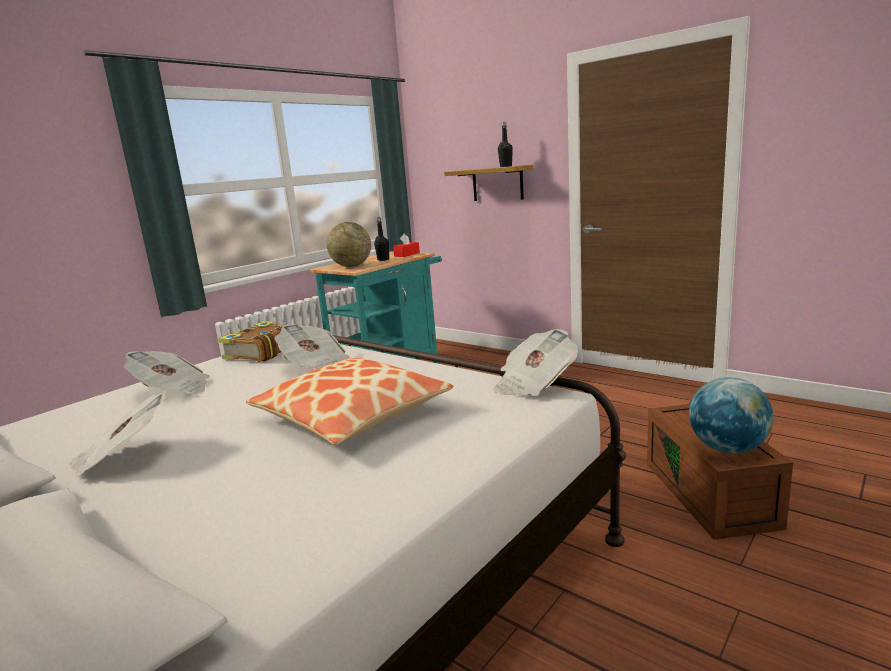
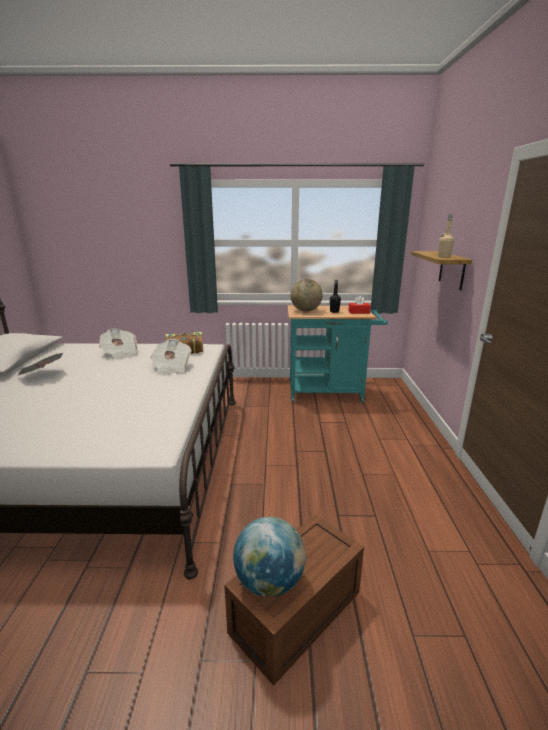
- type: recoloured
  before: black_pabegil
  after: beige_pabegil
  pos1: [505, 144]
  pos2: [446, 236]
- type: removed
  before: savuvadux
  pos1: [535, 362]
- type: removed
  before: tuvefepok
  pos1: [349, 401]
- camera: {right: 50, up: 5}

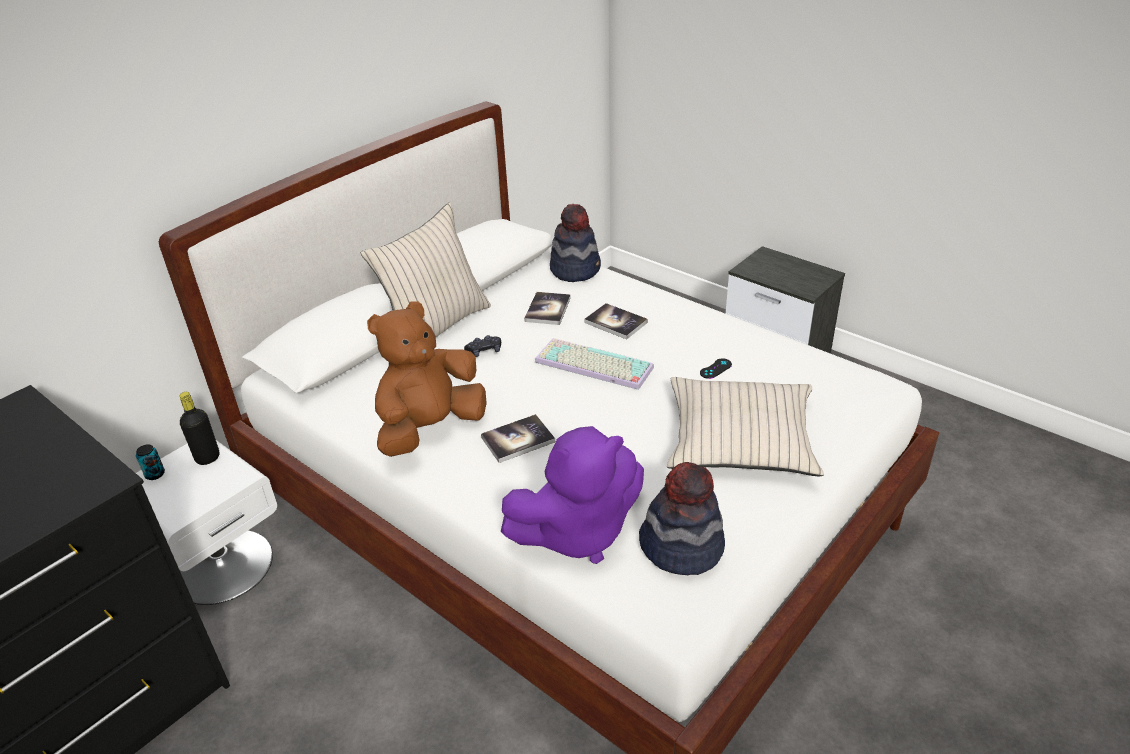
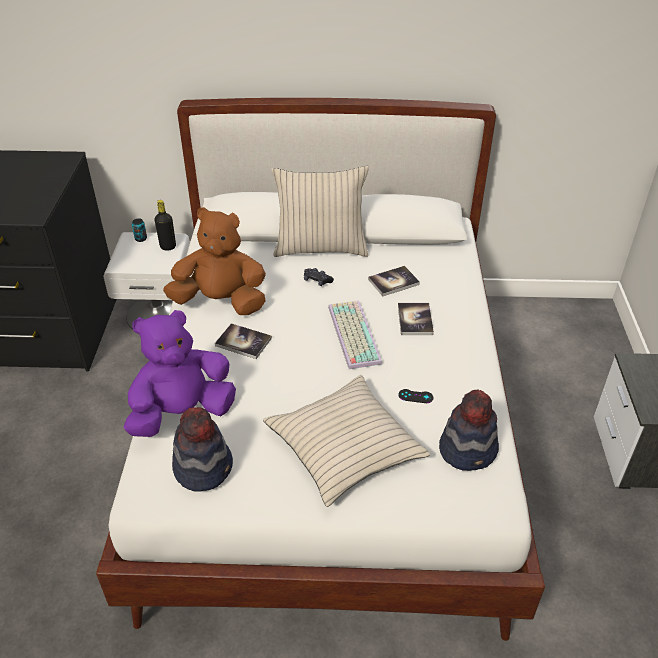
- type: moved
  before: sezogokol
  pos1: [575, 243]
  pos2: [469, 430]
- type: turned
  before: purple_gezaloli
  pos1: [572, 495]
  pos2: [179, 373]
  turn: 120
- camera: {right: 50, up: 5}

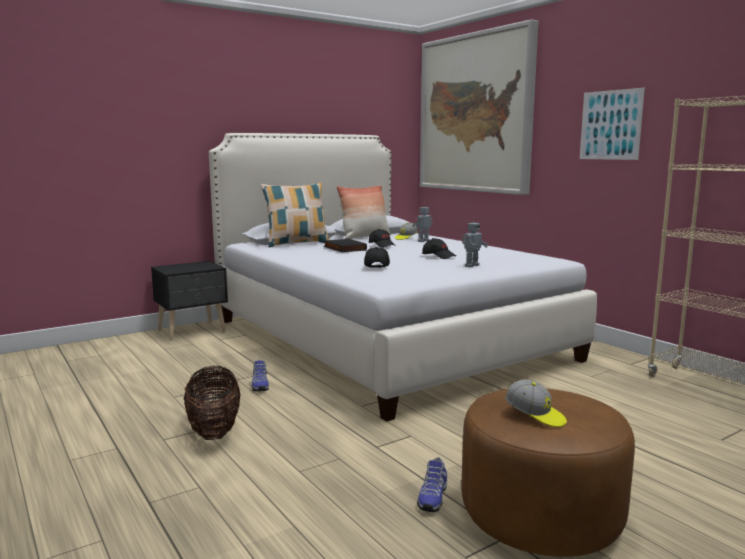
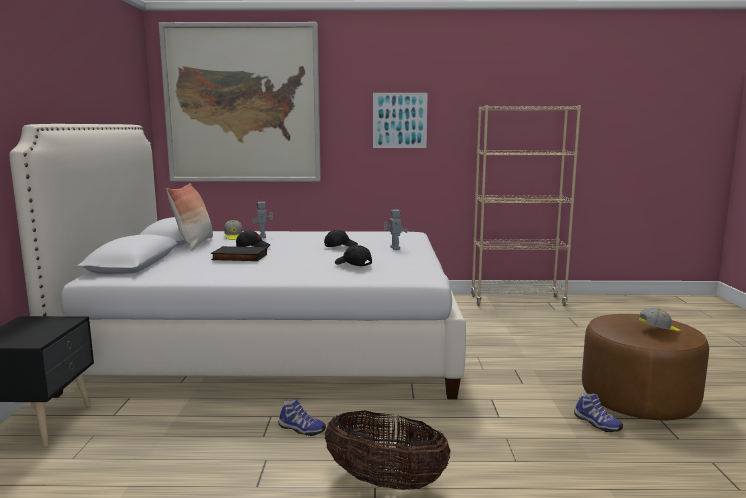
- type: removed
  before: tuvefepok
  pos1: [295, 215]
- camera: {right: -55, up: 0}

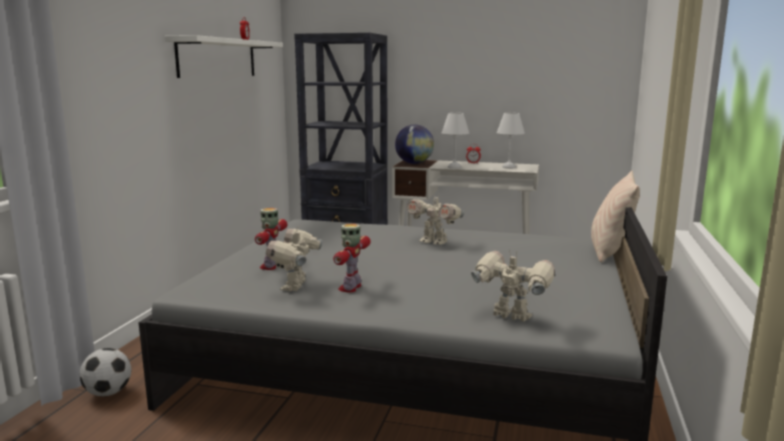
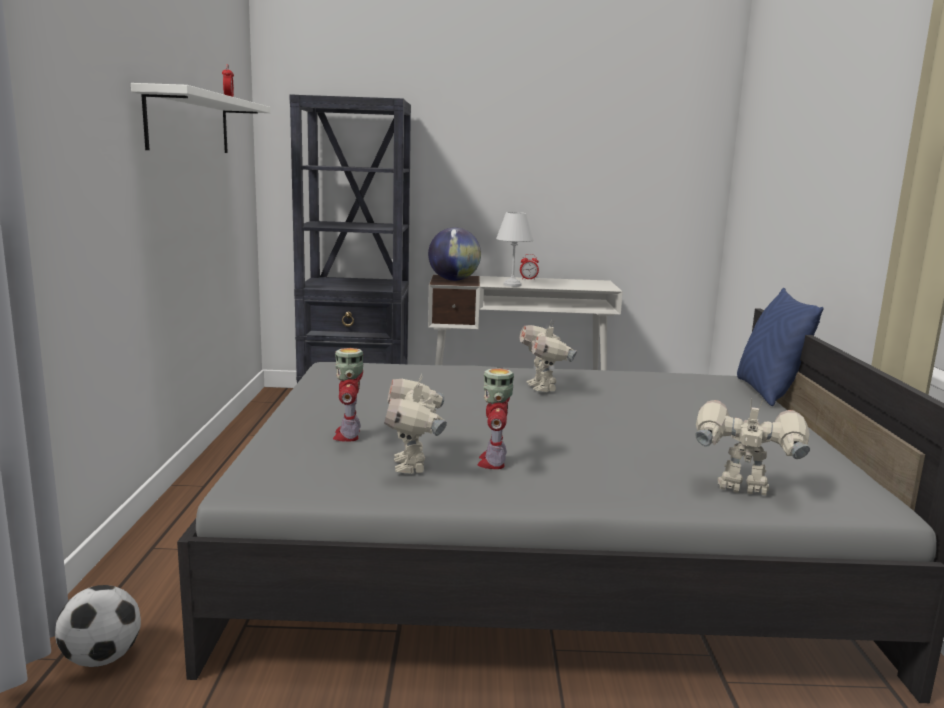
- type: removed
  before: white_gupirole
  pos1: [511, 141]
- type: recoloured
  before: beige_tuvefepok
  after: blue_tuvefepok
  pos1: [615, 217]
  pos2: [780, 347]
- type: turned
  before: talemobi
  pos1: [435, 218]
  pos2: [548, 356]
  turn: 60
- camera: {right: -15, up: 0}

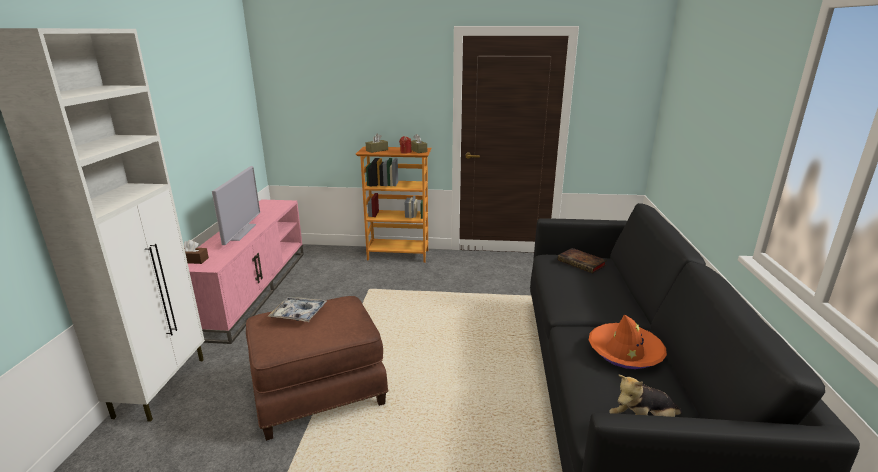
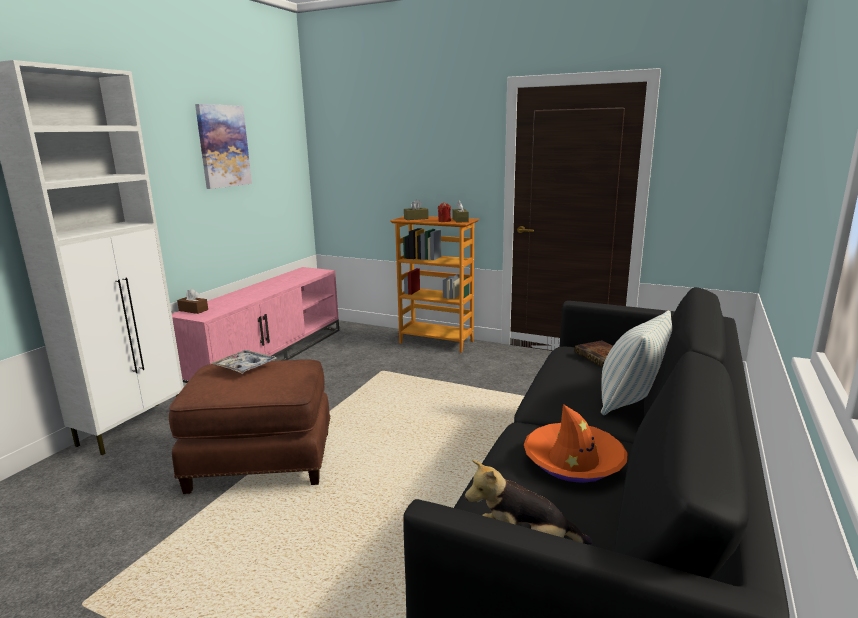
- type: removed
  before: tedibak
  pos1: [236, 205]
- type: added
  after: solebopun
  pos2: [223, 146]
- type: added
  after: tuvefepok
  pos2: [636, 362]
- camera: {right: 20, up: -5}

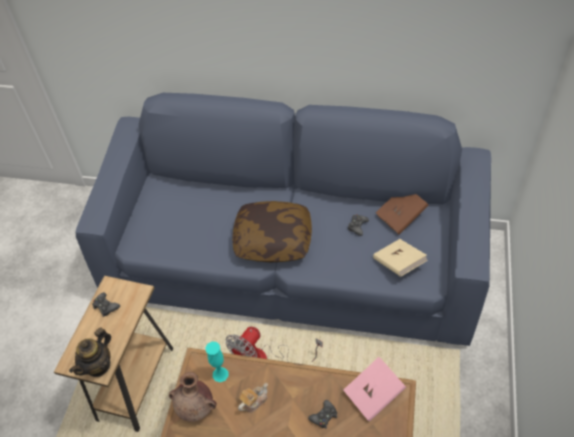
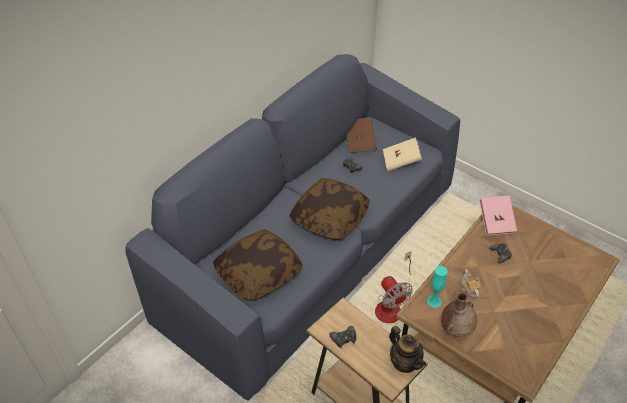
- type: added
  after: tuvefepok
  pos2: [257, 265]
- camera: {right: -65, up: -5}

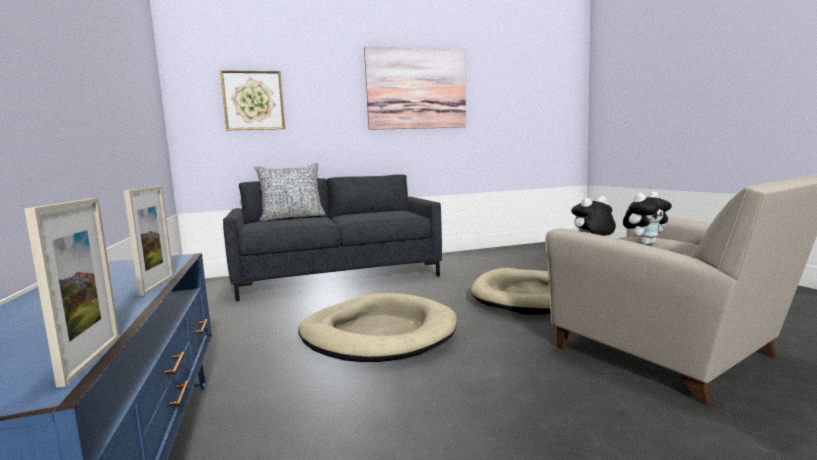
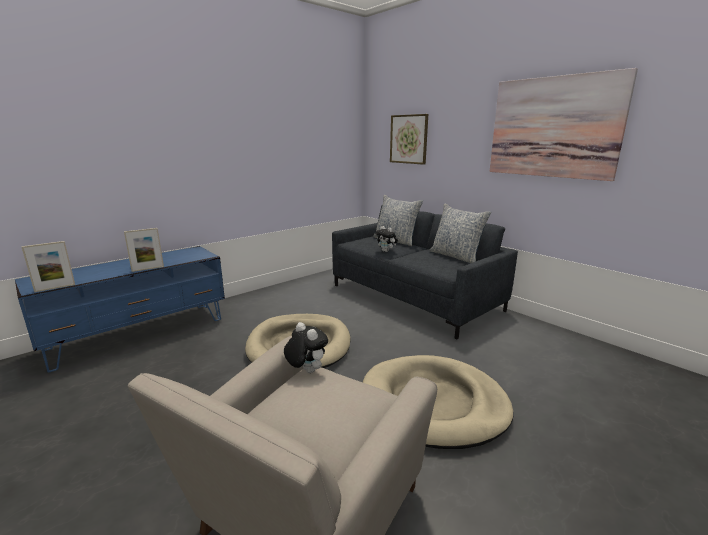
- type: moved
  before: gezaloli
  pos1: [647, 218]
  pos2: [386, 239]
- type: added
  after: tuvefepok
  pos2: [461, 233]
- camera: {right: 65, up: 10}

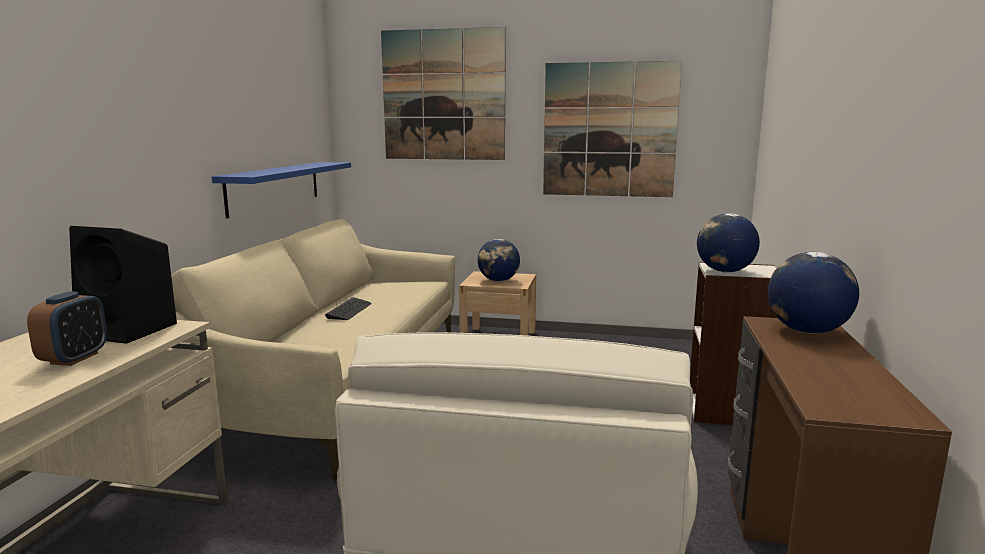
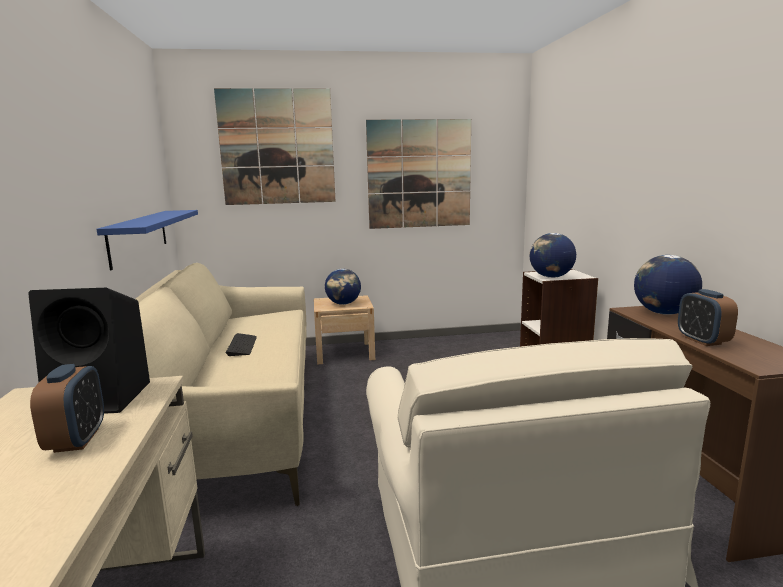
- type: added
  after: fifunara
  pos2: [708, 317]
- camera: {right: -20, up: 0}

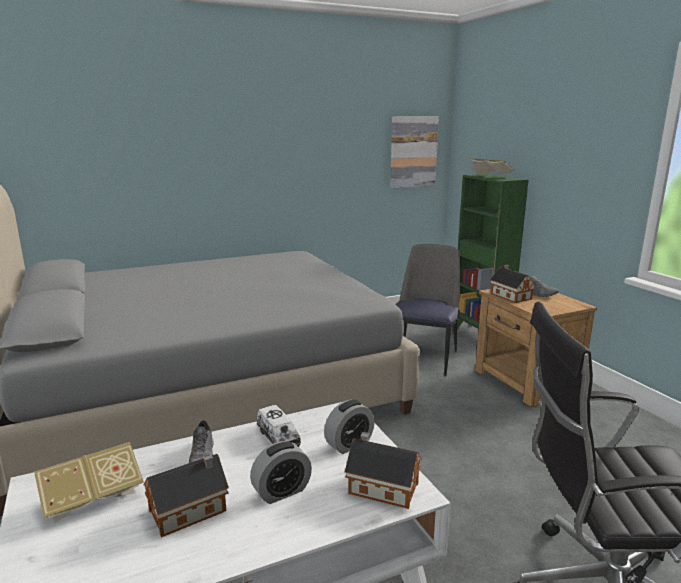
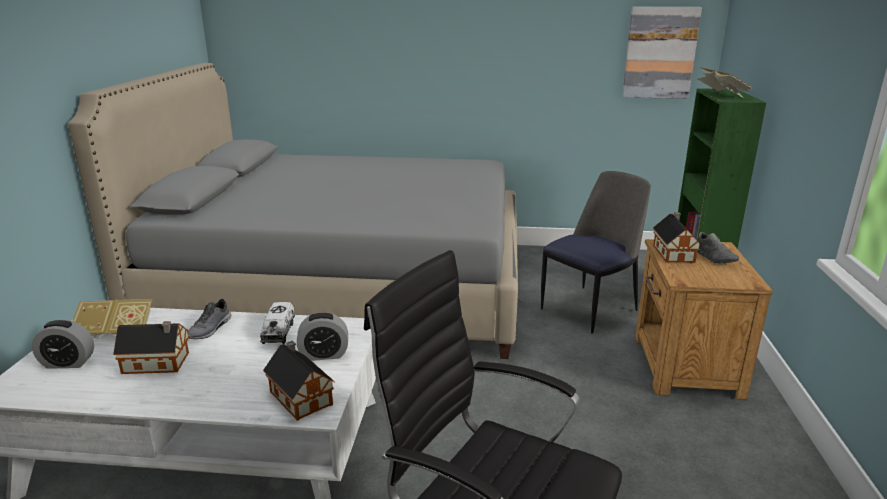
- type: moved
  before: fifunara
  pos1: [281, 472]
  pos2: [63, 344]
- camera: {right: 30, up: 5}

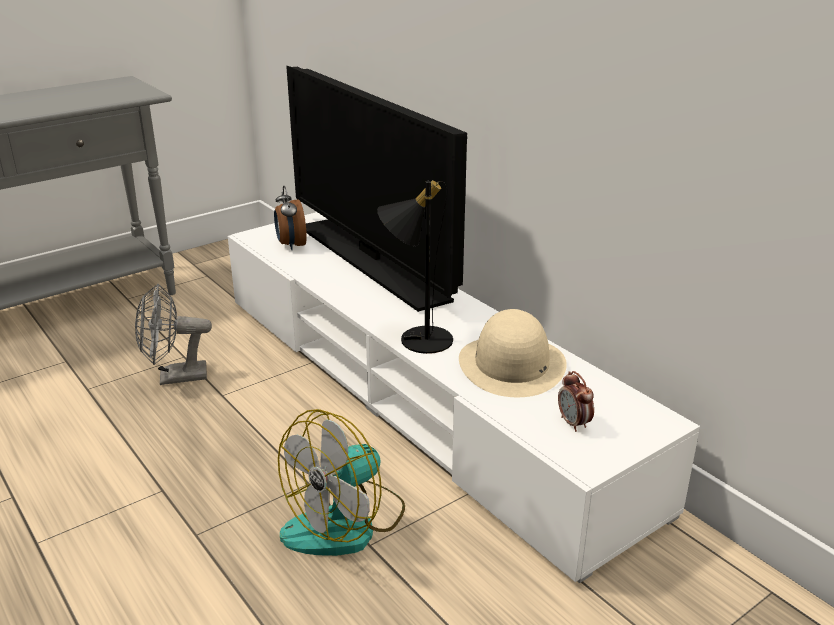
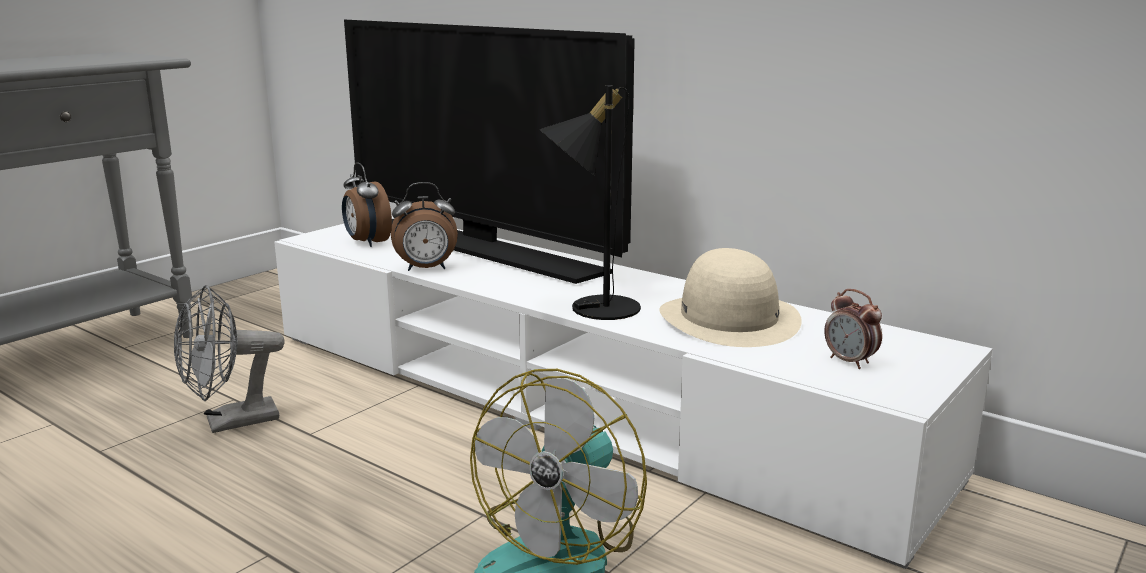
- type: added
  after: fifunara
  pos2: [424, 226]
- camera: {right: -15, up: -10}

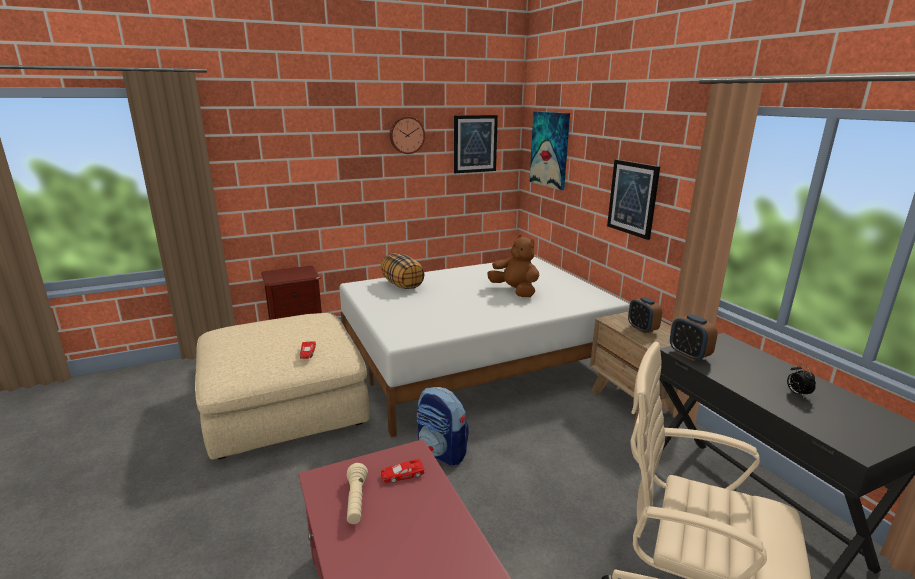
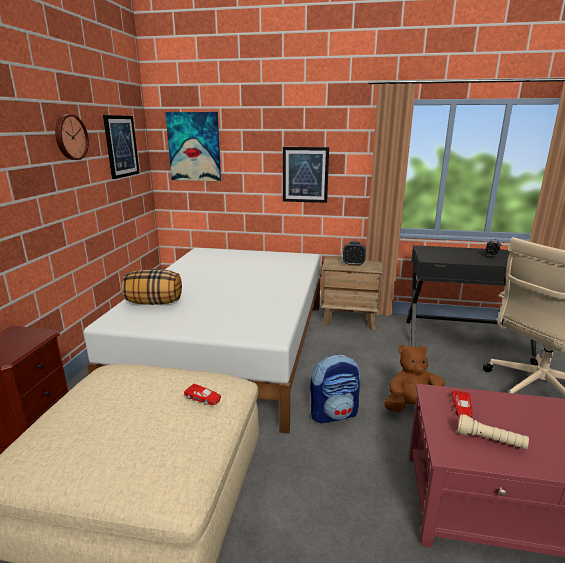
- type: moved
  before: brown_gezaloli
  pos1: [513, 265]
  pos2: [414, 378]
- type: removed
  before: fifunara
  pos1: [694, 337]
- camera: {right: -55, up: 0}

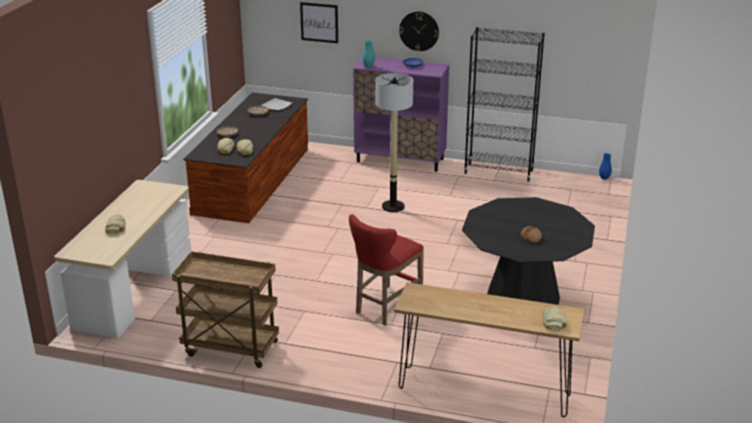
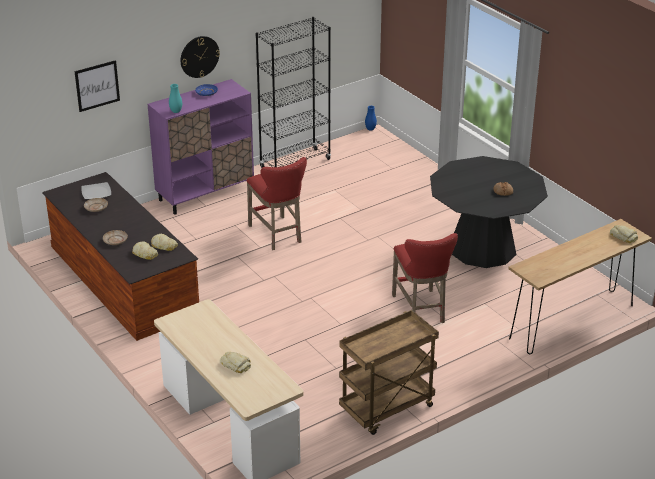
- type: replaced
  before: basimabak
  after: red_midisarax
  pos1: [394, 142]
  pos2: [277, 203]
- camera: {right: -50, up: 5}

